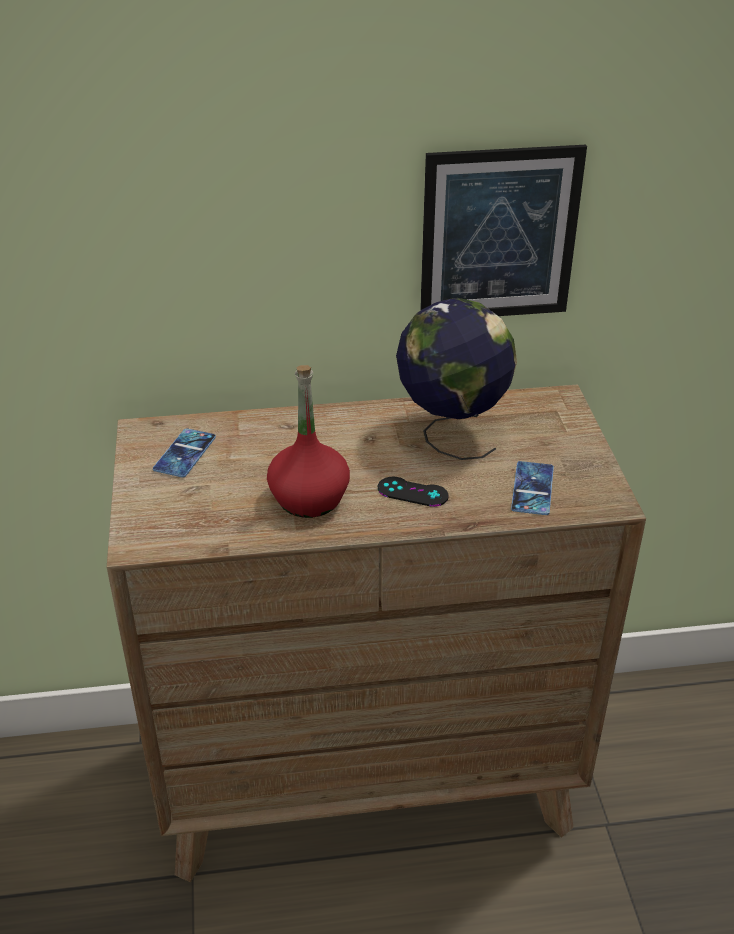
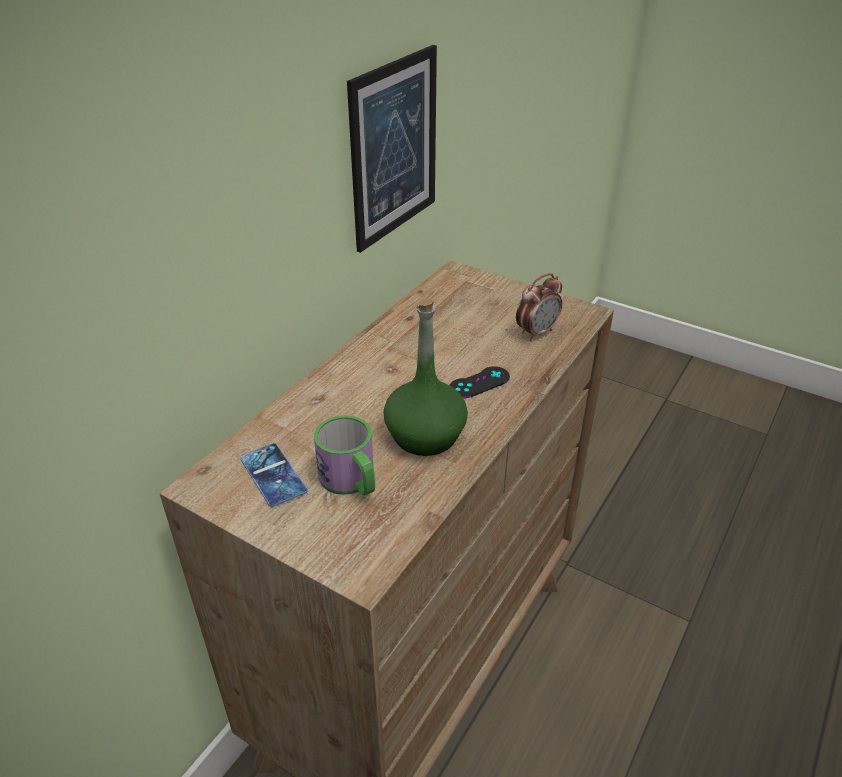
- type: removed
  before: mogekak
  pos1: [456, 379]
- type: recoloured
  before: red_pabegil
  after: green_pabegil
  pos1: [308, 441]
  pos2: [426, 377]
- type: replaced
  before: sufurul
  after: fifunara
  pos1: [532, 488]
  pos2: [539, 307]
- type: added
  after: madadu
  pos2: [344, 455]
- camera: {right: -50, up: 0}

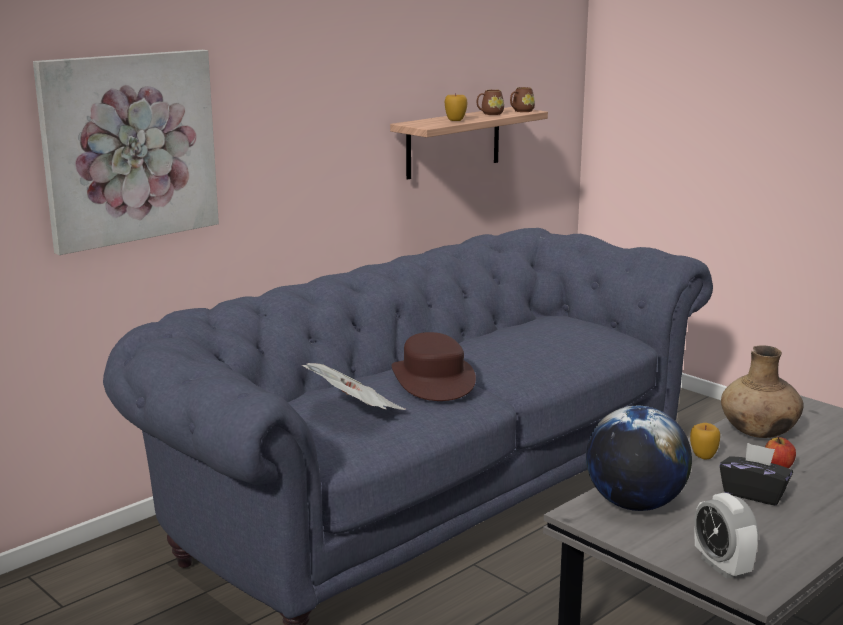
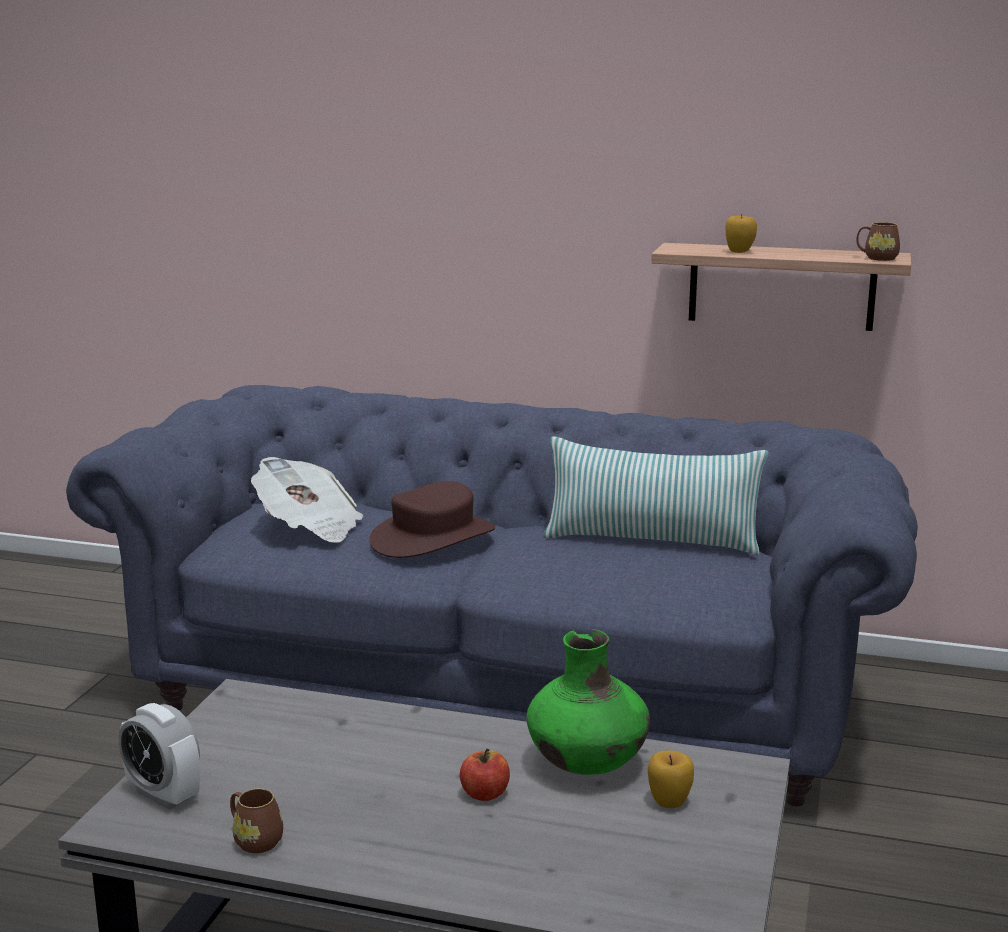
- type: removed
  before: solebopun
  pos1: [126, 152]
- type: moved
  before: brown_madadu
  pos1: [490, 102]
  pos2: [256, 820]
- type: recoloured
  before: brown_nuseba
  after: green_nuseba
  pos1: [762, 391]
  pos2: [588, 702]
- type: removed
  before: mogekak
  pos1: [639, 458]
- type: moved
  before: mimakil
  pos1: [705, 441]
  pos2: [671, 779]
- type: removed
  before: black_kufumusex
  pos1: [756, 474]
- type: turned
  before: fifunara
  pos1: [726, 536]
  pos2: [159, 756]
  turn: -90
- type: added
  after: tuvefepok
  pos2: [656, 495]
- camera: {right: 60, up: 0}

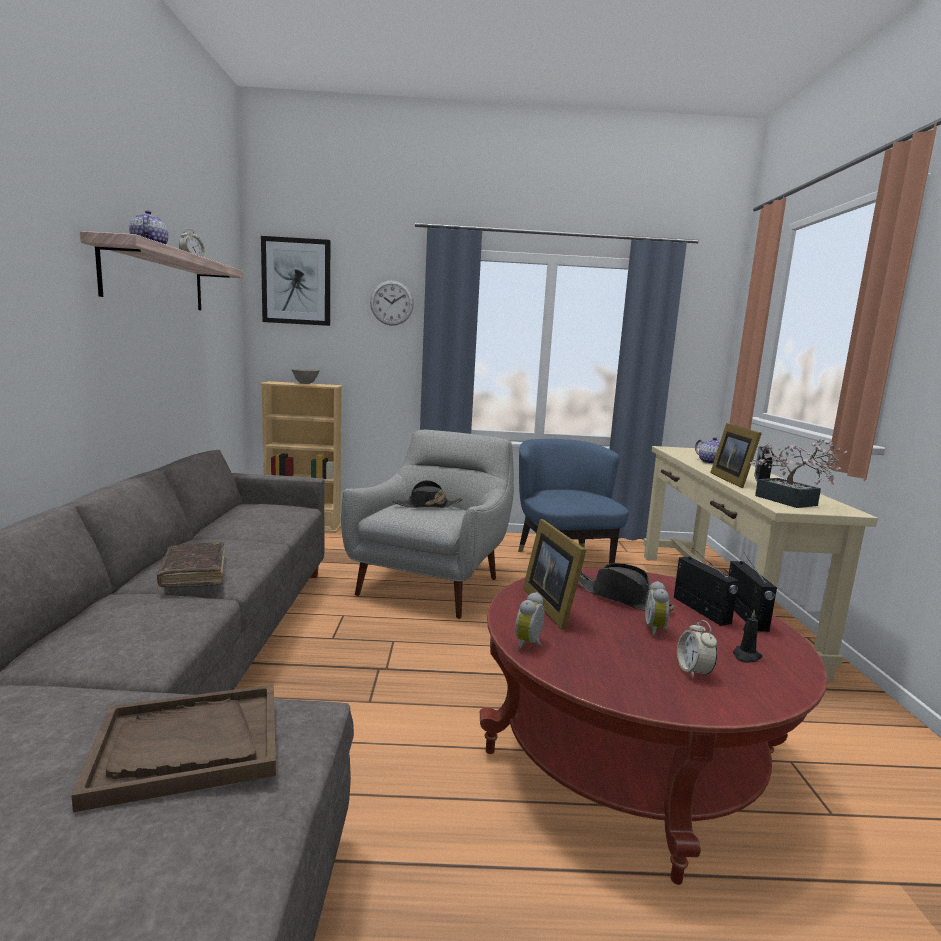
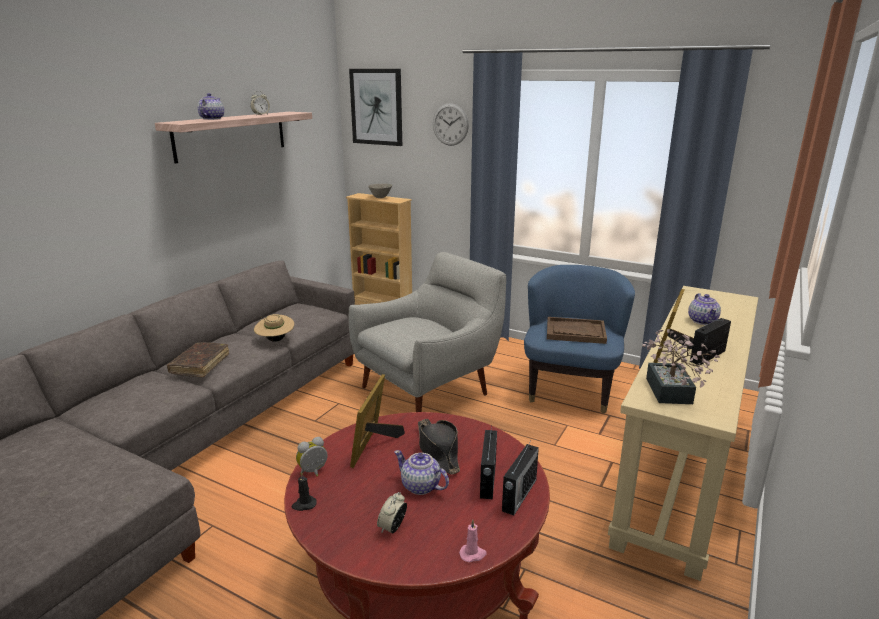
- type: removed
  before: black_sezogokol
  pos1: [428, 494]
- type: replaced
  before: fifunara
  after: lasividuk
  pos1: [657, 608]
  pos2: [421, 472]
- type: moved
  before: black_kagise
  pos1: [747, 636]
  pos2: [304, 491]
- type: moved
  before: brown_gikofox
  pos1: [173, 748]
  pos2: [577, 330]
- type: added
  after: beige_sezogokol
  pos2: [274, 328]
- type: added
  after: pink_kagise
  pos2: [473, 541]
- camera: {right: 30, up: 10}

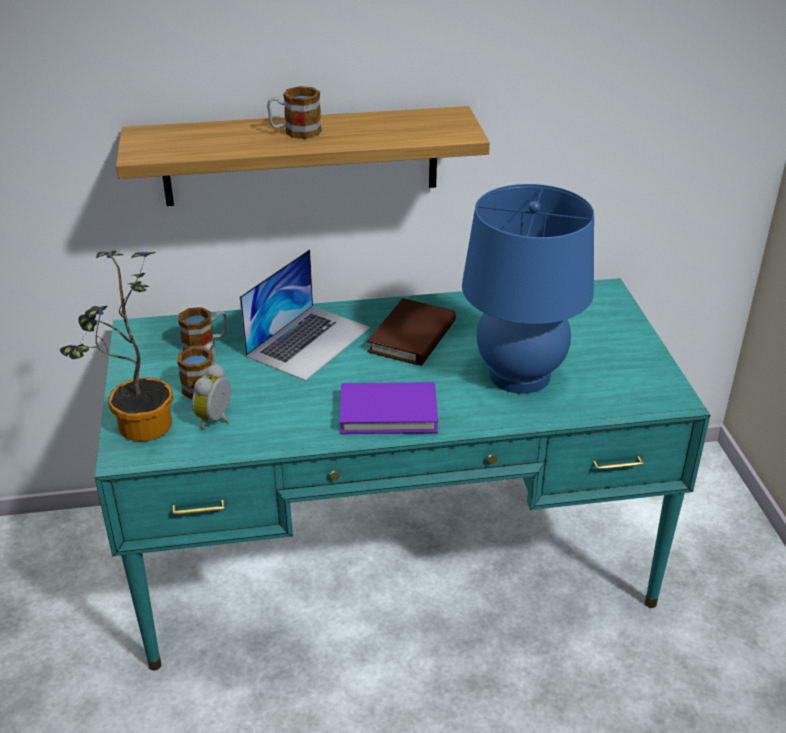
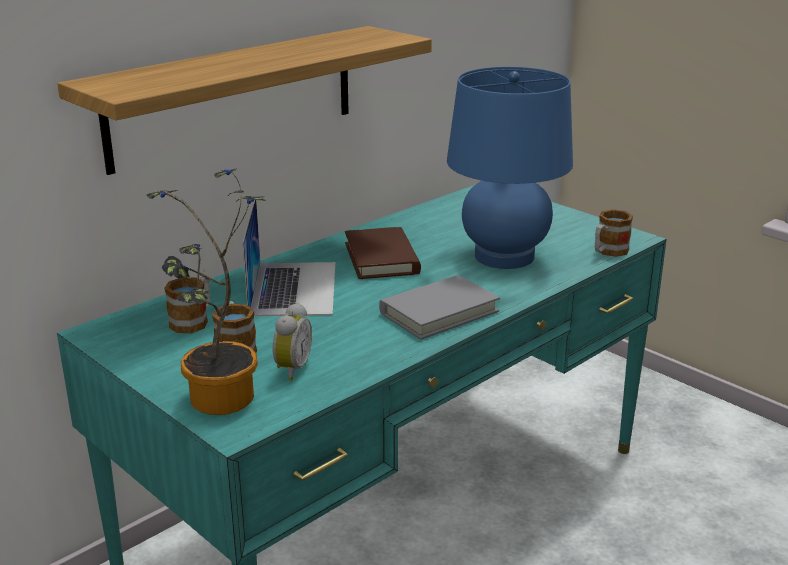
- type: moved
  before: madadu
  pos1: [294, 112]
  pos2: [614, 233]
- type: turned
  before: fifunara
  pos1: [211, 396]
  pos2: [292, 342]
  turn: -150
- type: recoloured
  before: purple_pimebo
  after: grey_pimebo
  pos1: [389, 408]
  pos2: [439, 307]
- camera: {right: -35, up: -10}

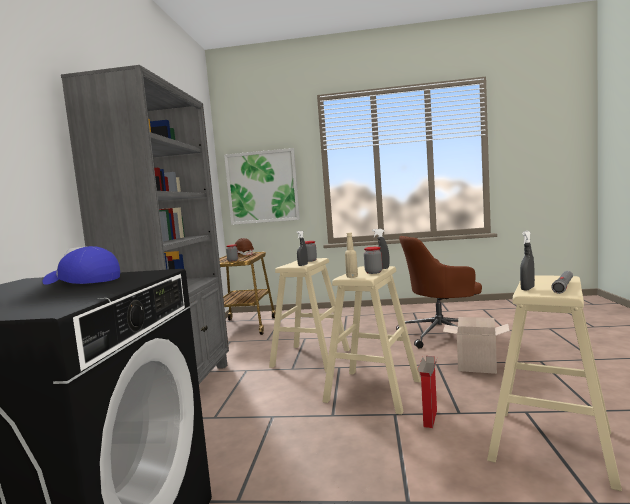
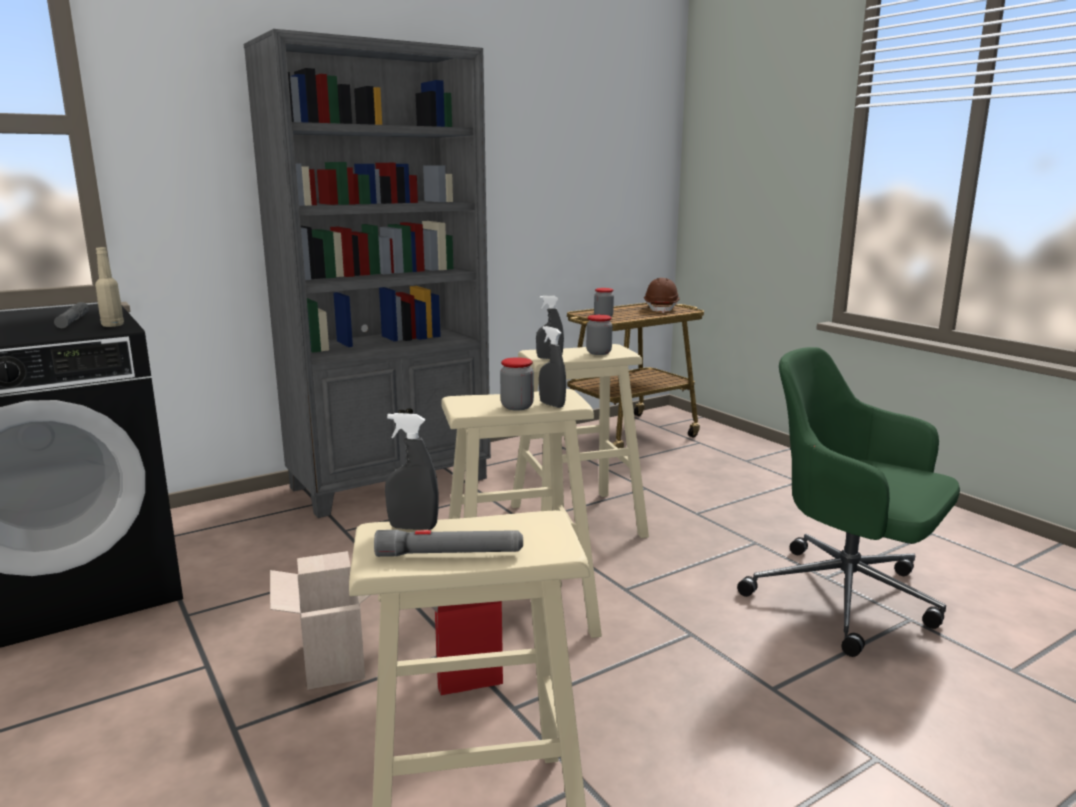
- type: removed
  before: solebopun
  pos1: [262, 186]
- type: moved
  before: beige_pabegil
  pos1: [351, 255]
  pos2: [109, 287]
- type: recoloured
  before: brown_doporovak
  after: green_doporovak
  pos1: [439, 292]
  pos2: [848, 502]
- type: replaced
  before: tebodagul
  after: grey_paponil
  pos1: [81, 265]
  pos2: [71, 315]
- type: moved
  before: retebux
  pos1: [476, 345]
  pos2: [320, 620]
- camera: {right: 50, up: 10}

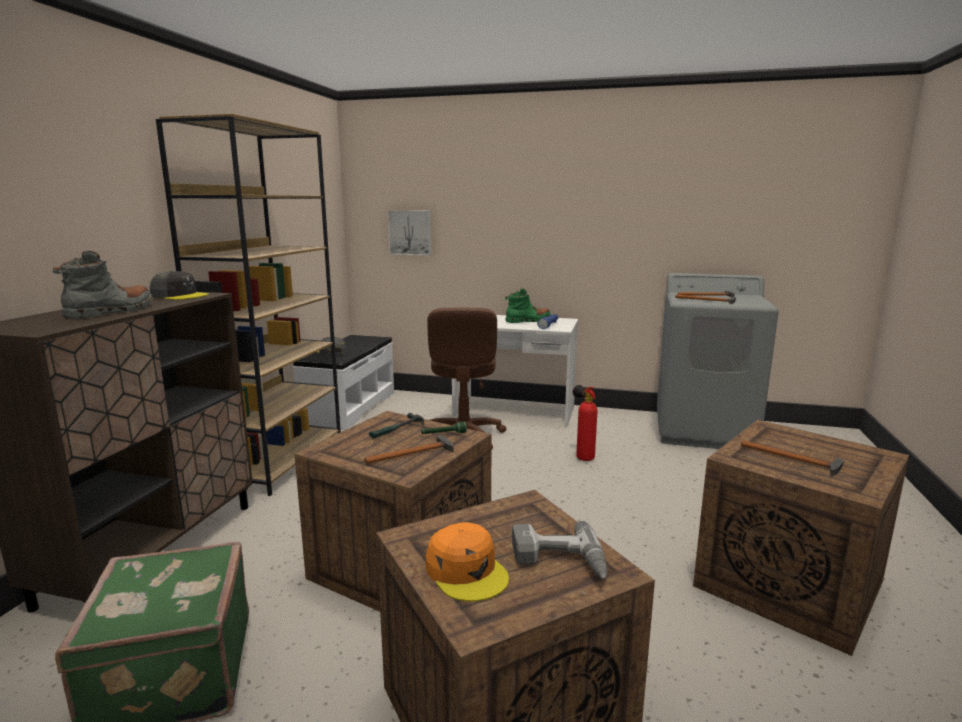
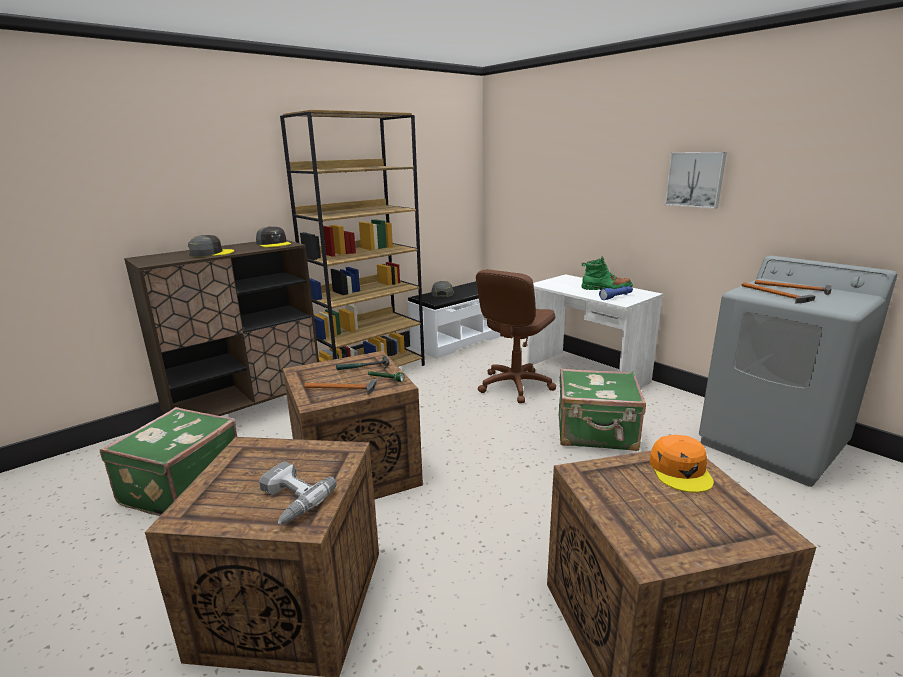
- type: moved
  before: solebopun
  pos1: [409, 233]
  pos2: [696, 180]
- type: replaced
  before: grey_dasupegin
  after: grey_tebodagul
  pos1: [102, 285]
  pos2: [211, 246]
- type: replaced
  before: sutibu
  after: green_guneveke
  pos1: [585, 423]
  pos2: [602, 409]
- type: removed
  before: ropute
  pos1: [792, 458]
- type: moved
  before: orange_tebodagul
  pos1: [467, 562]
  pos2: [682, 464]
- camera: {right: 35, up: 5}

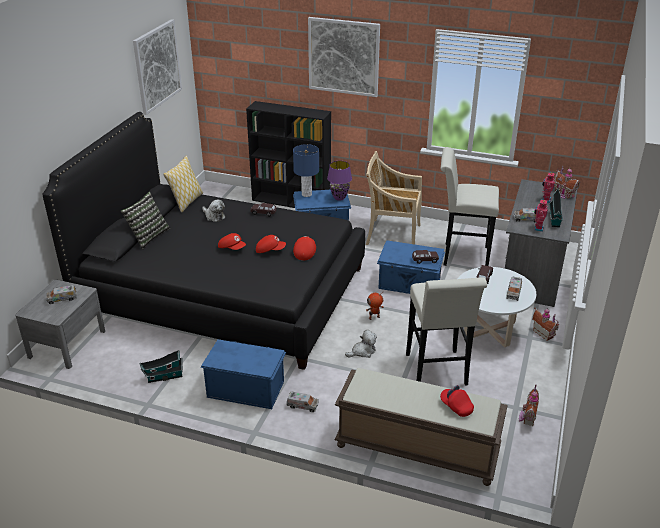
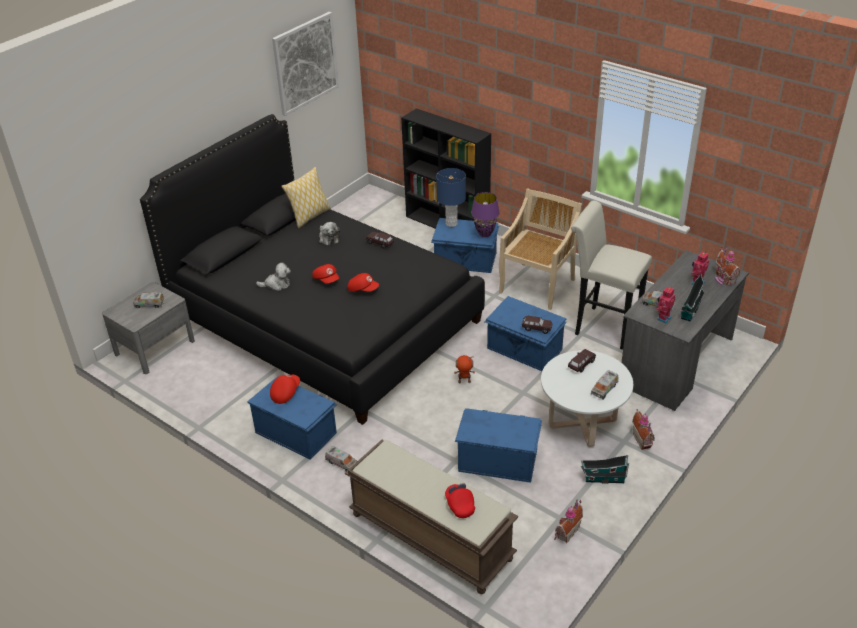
- type: removed
  before: solebopun
  pos1: [344, 57]
- type: turned
  before: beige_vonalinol
  pos1: [394, 198]
  pos2: [540, 249]
  turn: 90
- type: removed
  before: tuvefepok
  pos1: [146, 220]
- type: moved
  before: red_tebodagul
  pos1: [304, 248]
  pos2: [285, 389]
- type: replaced
  before: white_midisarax
  after: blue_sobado
  pos1: [446, 331]
  pos2: [498, 445]
- type: moved
  before: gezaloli
  pos1: [361, 344]
  pos2: [273, 277]
- type: moved
  before: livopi
  pos1: [161, 366]
  pos2: [605, 469]
- camera: {right: 20, up: 5}

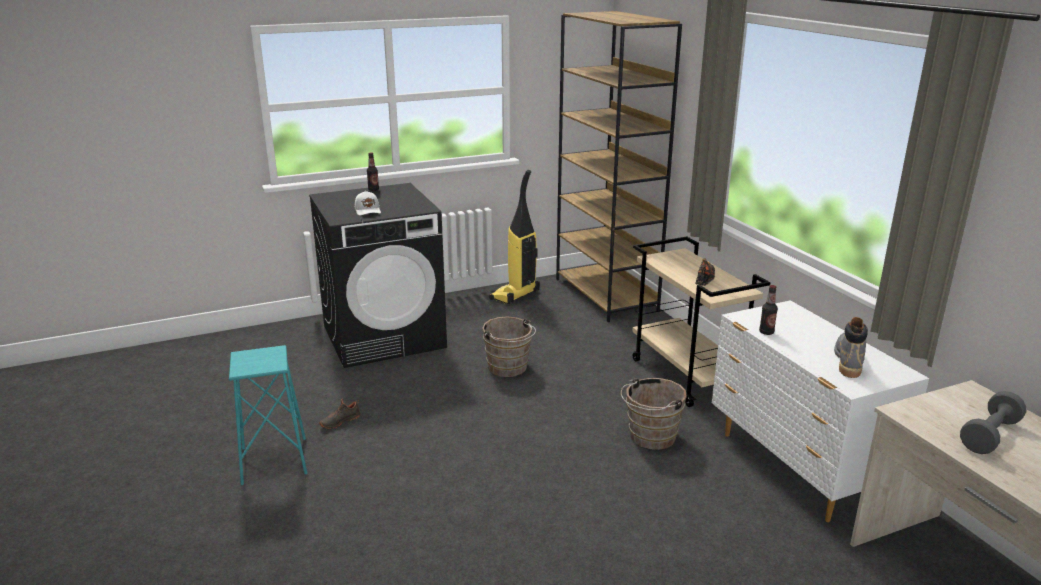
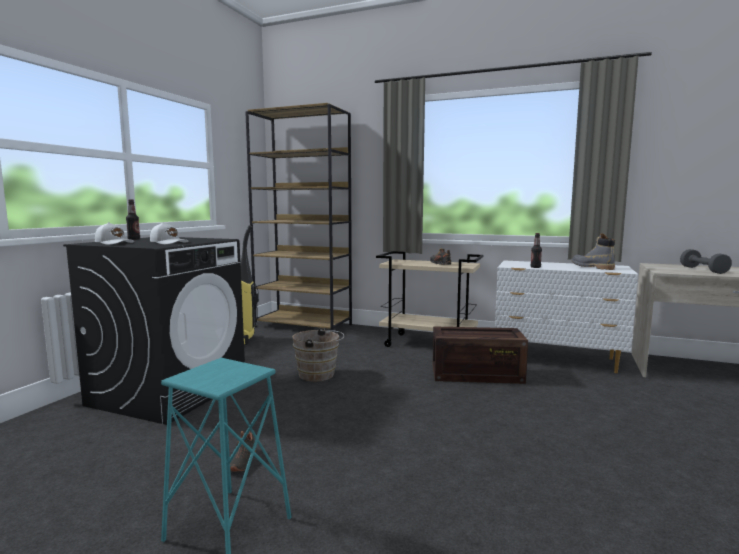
- type: replaced
  before: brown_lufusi
  after: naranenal
  pos1: [654, 414]
  pos2: [480, 355]
- type: added
  after: white_tebodagul
  pos2: [114, 233]
- camera: {right: -45, up: -15}

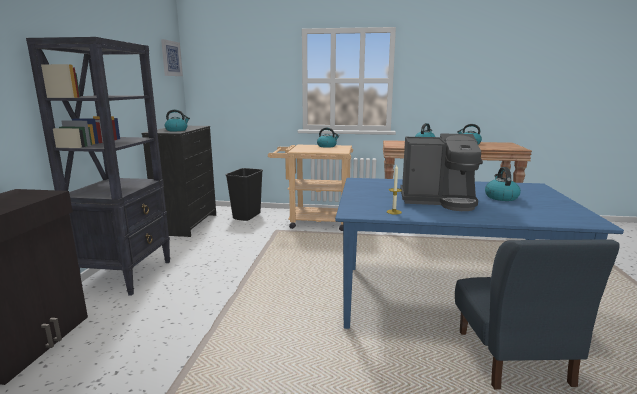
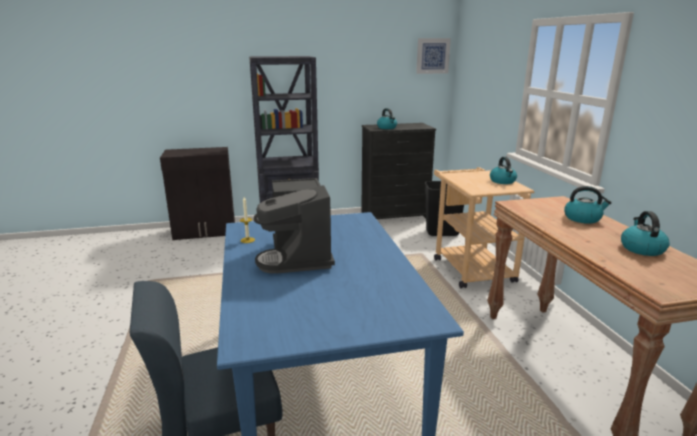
- type: removed
  before: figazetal
  pos1: [503, 184]
- camera: {right: 70, up: 5}

